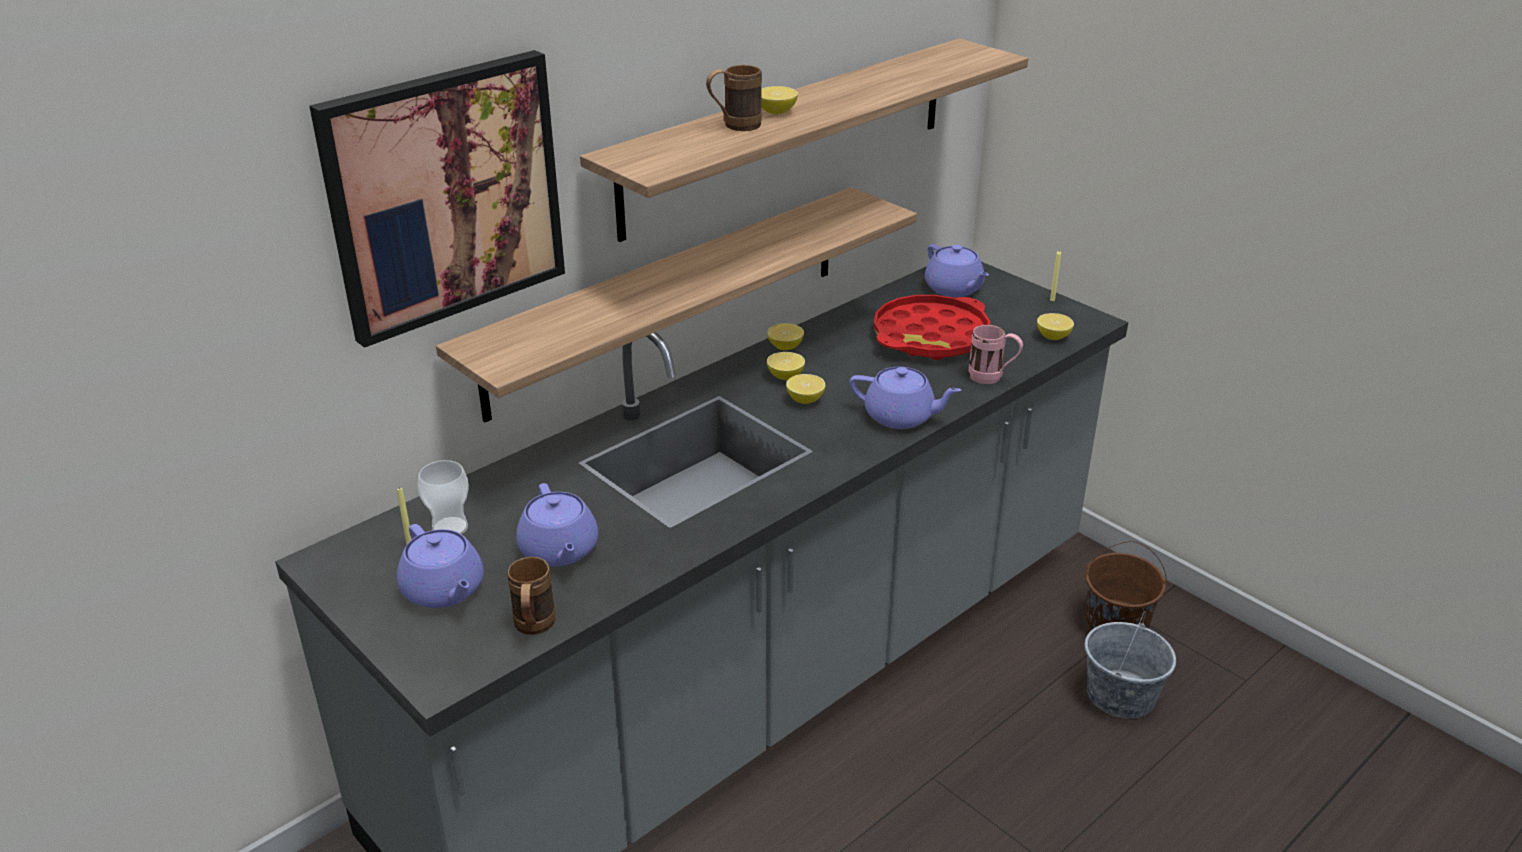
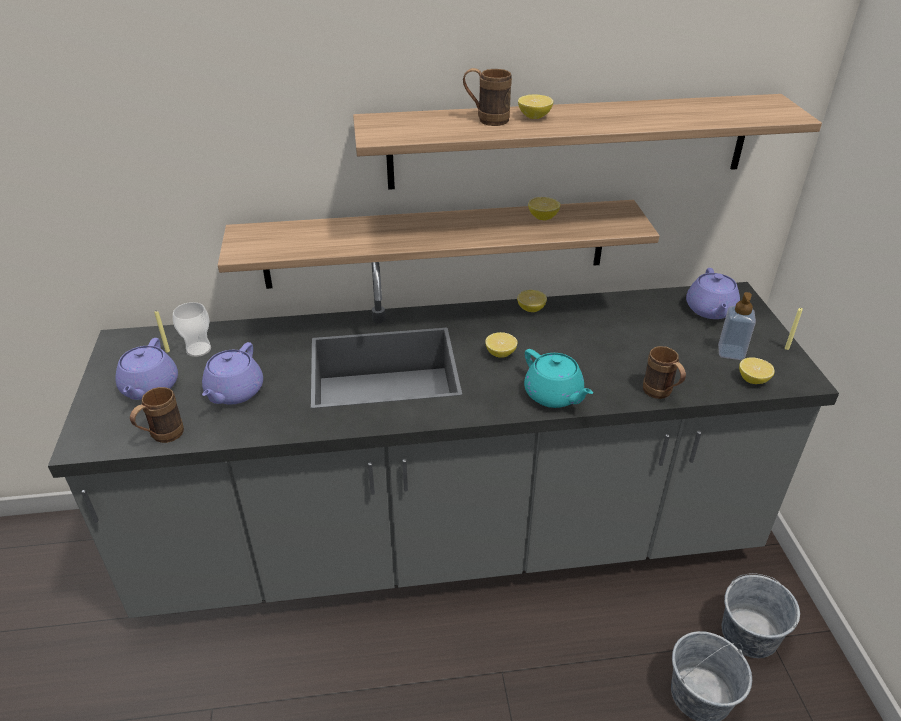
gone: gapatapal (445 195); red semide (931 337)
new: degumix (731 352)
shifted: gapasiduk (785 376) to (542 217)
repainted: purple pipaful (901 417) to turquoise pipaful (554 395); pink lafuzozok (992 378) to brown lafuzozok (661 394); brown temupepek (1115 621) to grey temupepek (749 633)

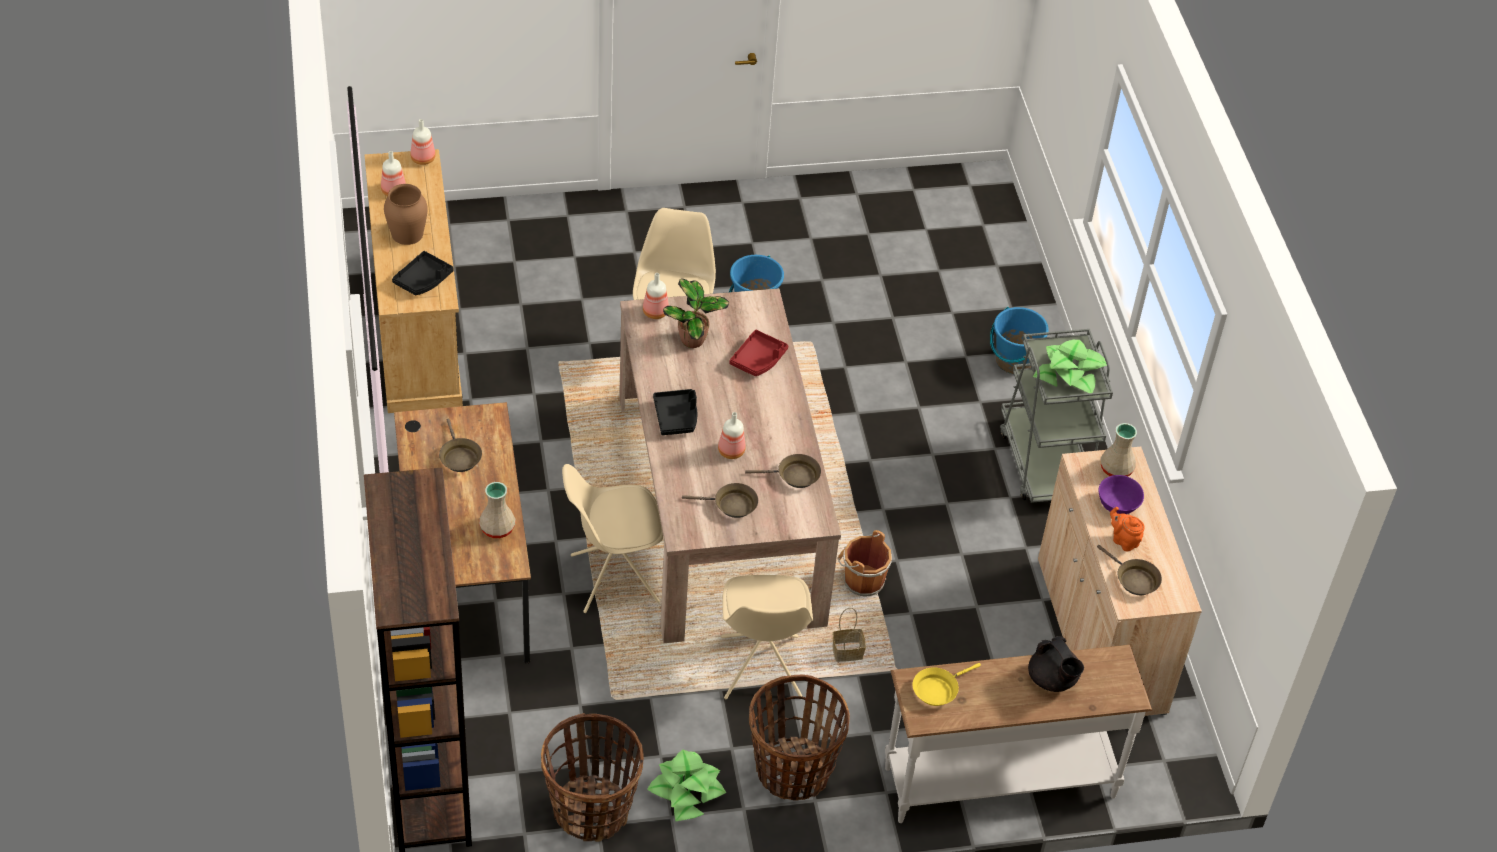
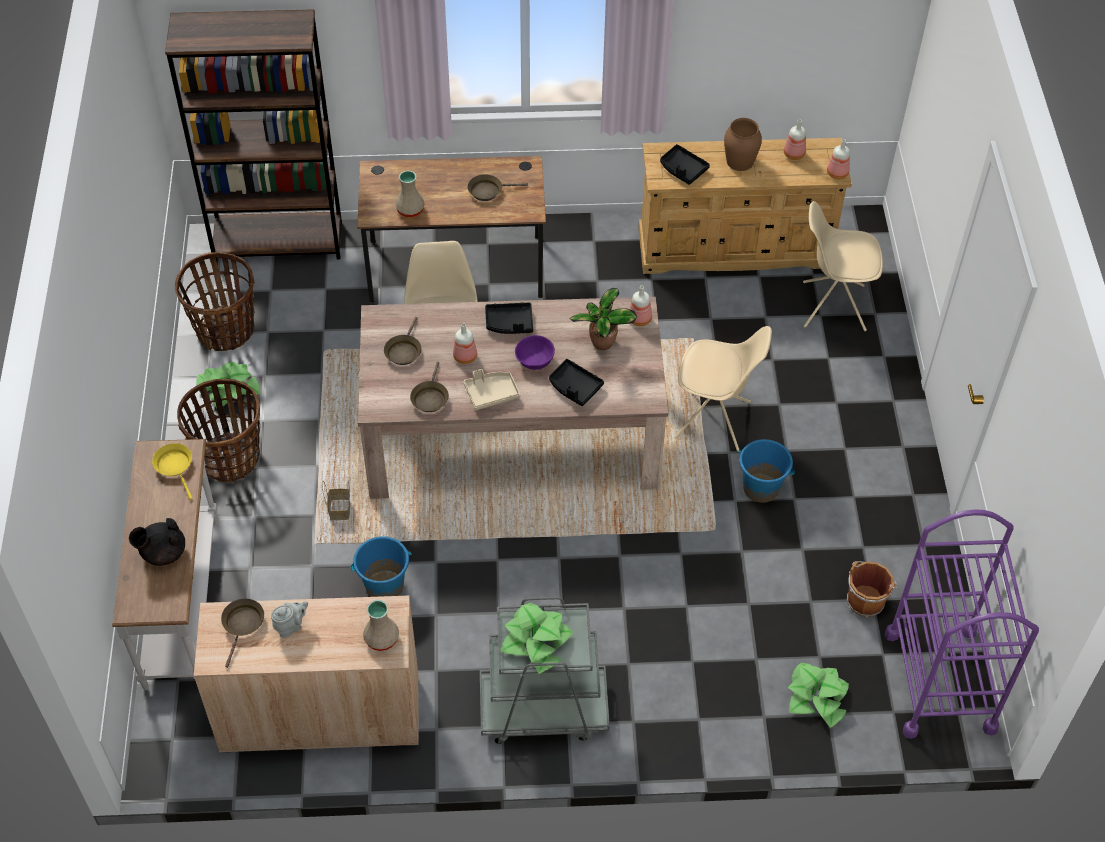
new: beige semide (491 393); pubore (817 697); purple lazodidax (940 681)
shifted: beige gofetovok (761 669) to (832 306); brown temupepek (861 581) to (866 600); blue temupepek (1013 361) to (384 586); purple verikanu (1118 504) to (534 360)
repainted: red semide (758 359) to black semide (574 387); orange pipaful (1123 540) to grey pipaful (291 626)
rotated: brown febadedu (1134 579) = (243 625) 135 degrees clockwise

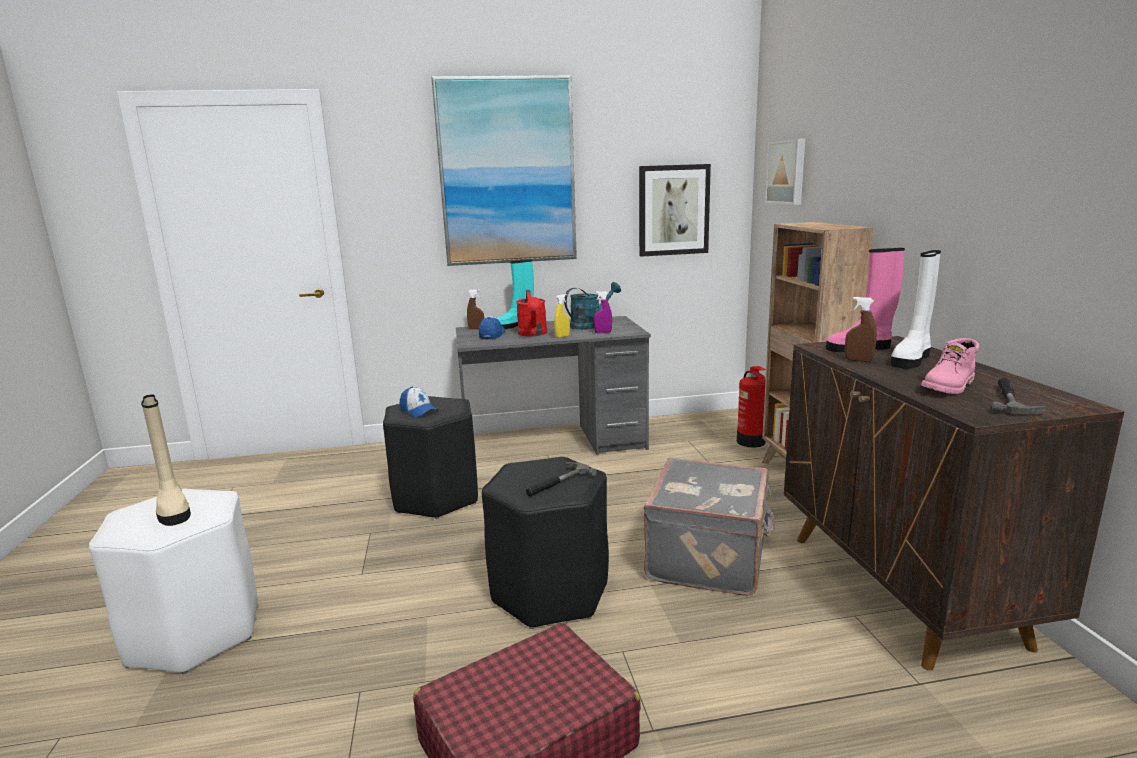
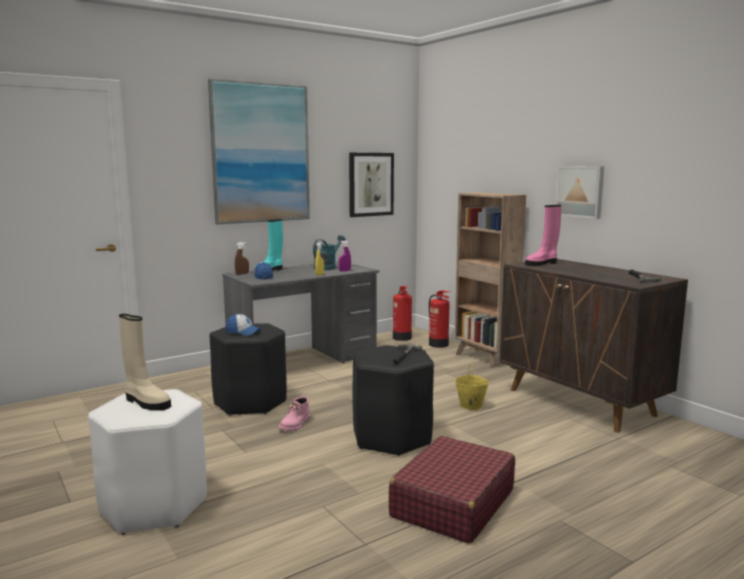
gone: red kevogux (533 334); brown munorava (858 360); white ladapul (911 359)
new: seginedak (402 338)
shifted: gapatapal (787 172) to (580 191); pink ladapul (949 387) to (295 425)
swapped: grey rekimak (710 558) to yellow temupepek (470 406)

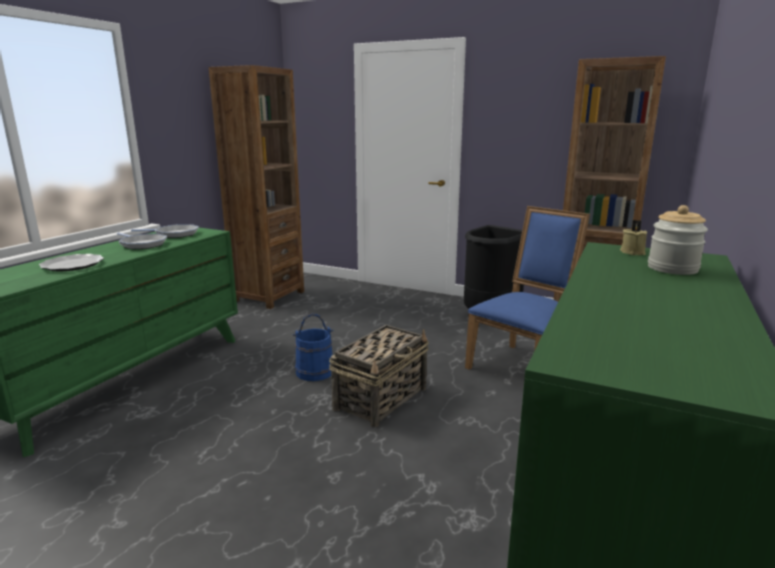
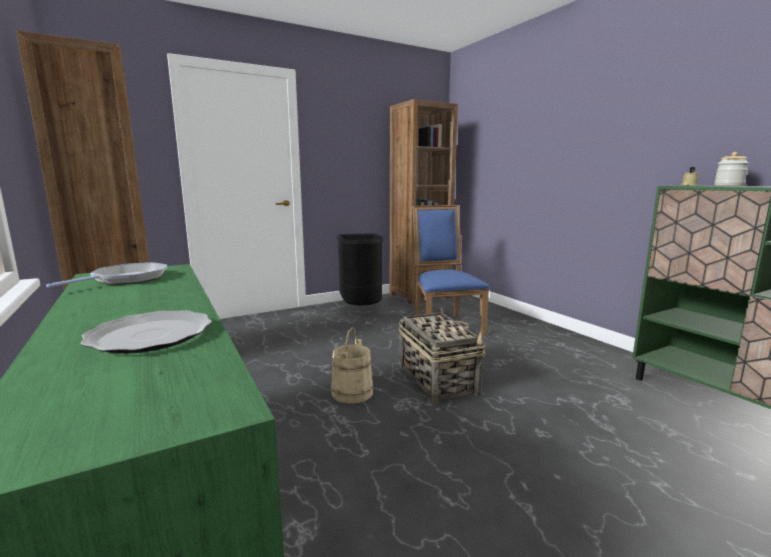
gone: febadedu (142 244)
repainted: blue temupepek (314 371) to beige temupepek (352 392)

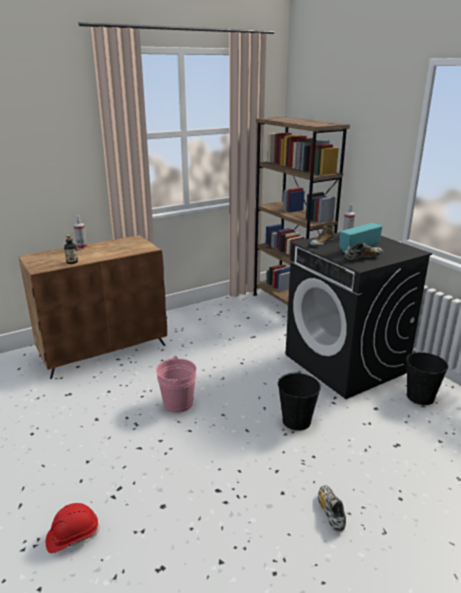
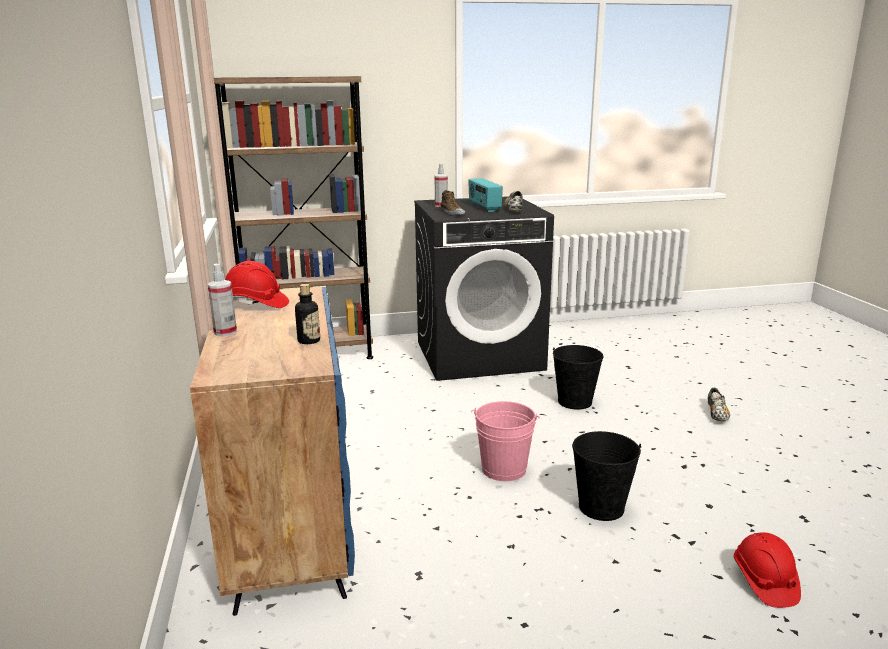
new: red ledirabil (256 304)
shifted: black temupepek (420 396) to (601 507)
repainted: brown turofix (104 350) to blue turofix (290 523)
rotated: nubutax (330 512) = (717 414) 90 degrees counterclockwise

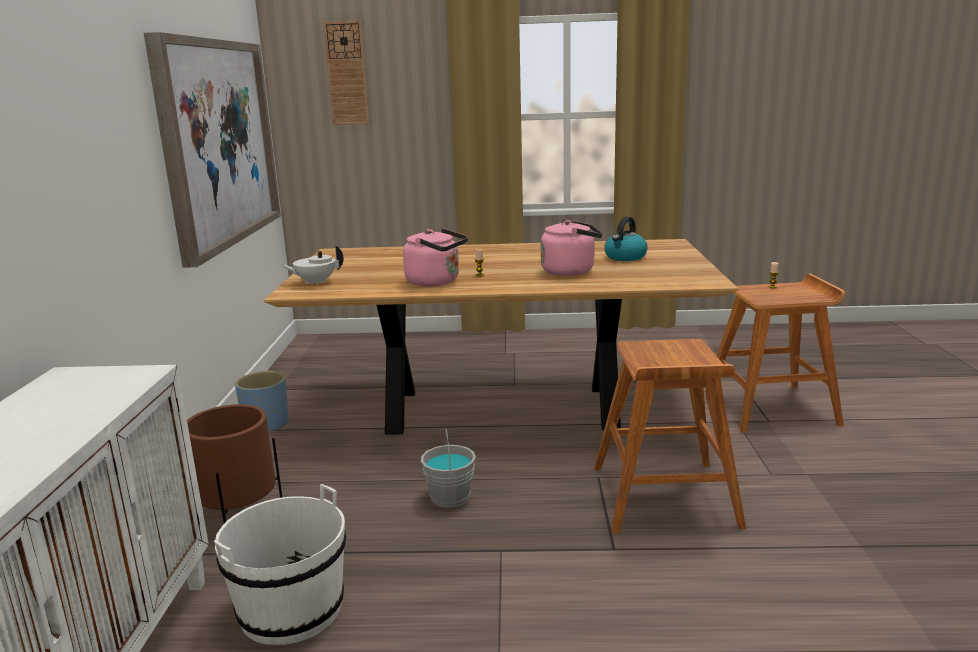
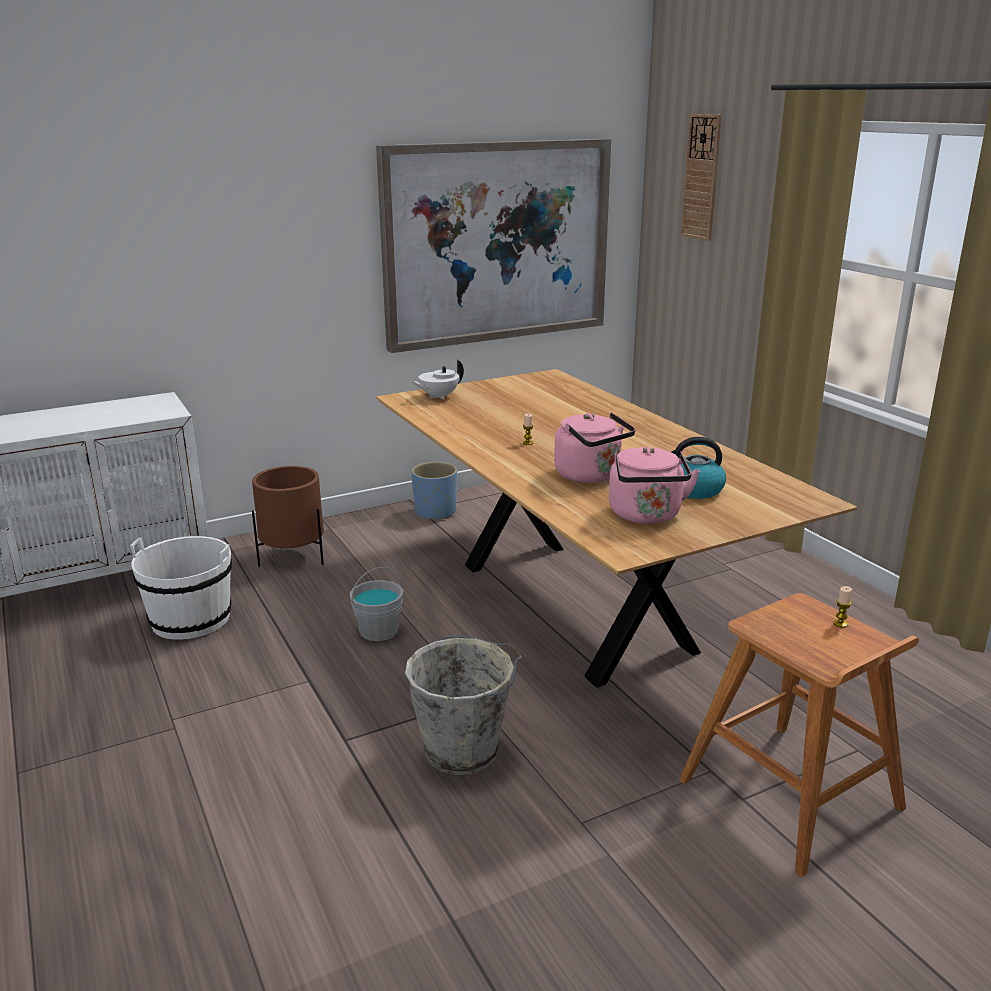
shifted: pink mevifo (436 282) to (646 516)
swapped: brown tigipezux (664 497) to grey temupepek (464 750)
rotated: white pipaful (315 282) = (438 397) 75 degrees counterclockwise

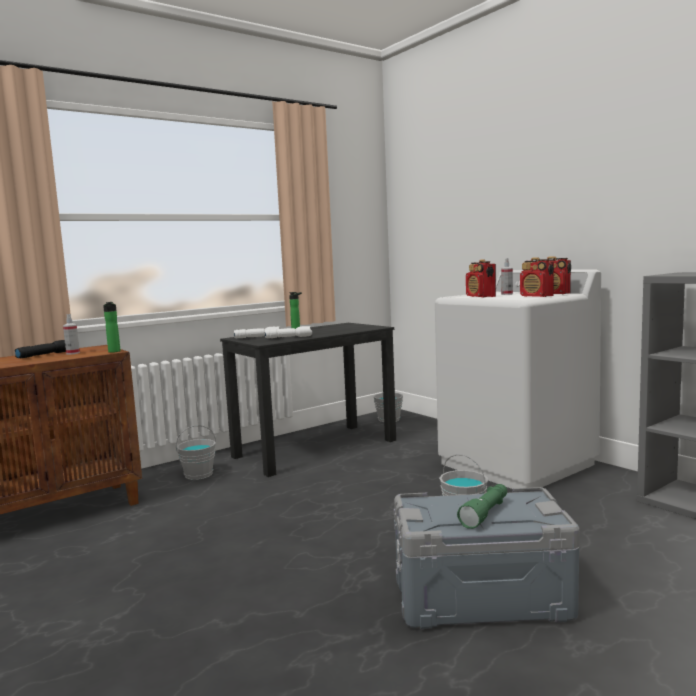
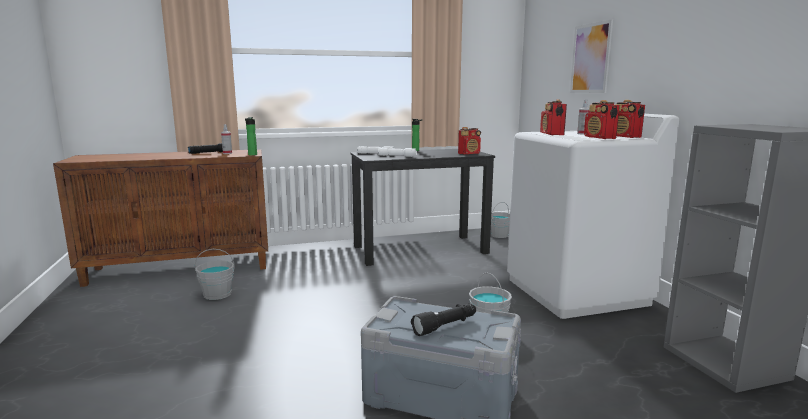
new: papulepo (469 153); gapatapal (590 58)
shifted: grey temupepek (198 474) to (217 294)
repainted: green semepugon (486 513) to black semepugon (445 326)

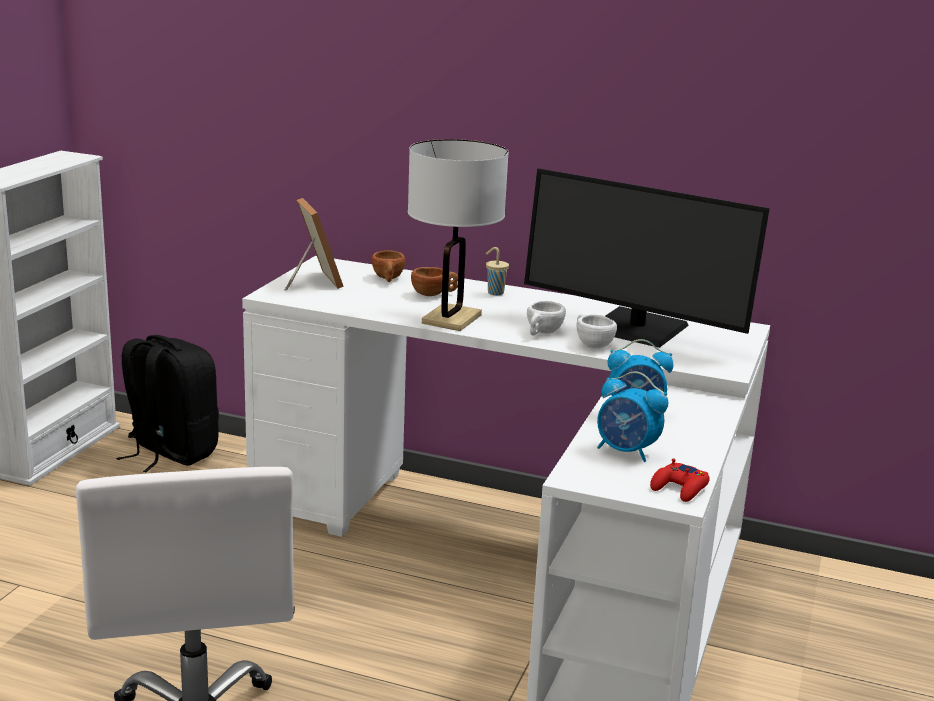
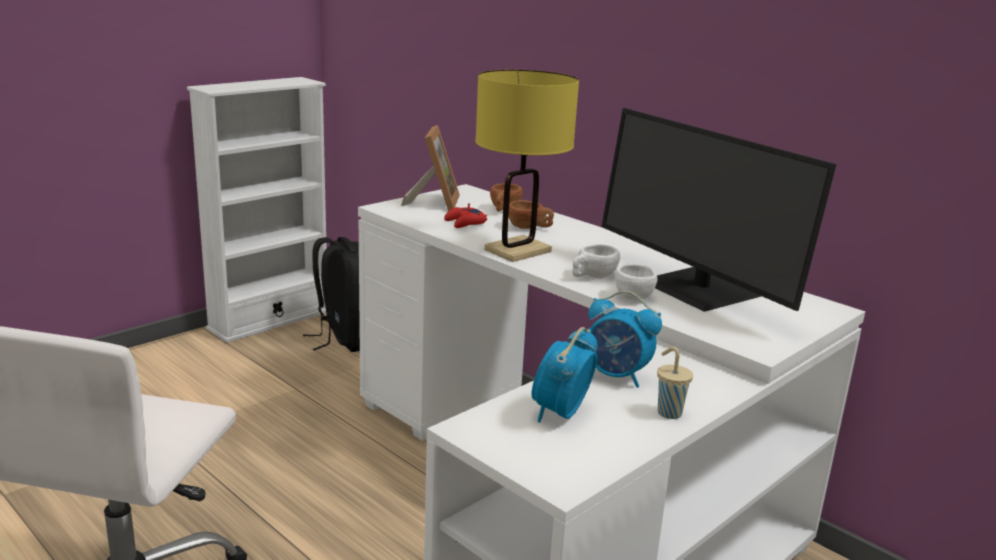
shifted: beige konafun (494 293) to (668 412); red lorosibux (680 488) to (465 223)
repainted: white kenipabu (451 319) to yellow kenipabu (518 251)
rotated: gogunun (626 452) = (560 413) 60 degrees clockwise

